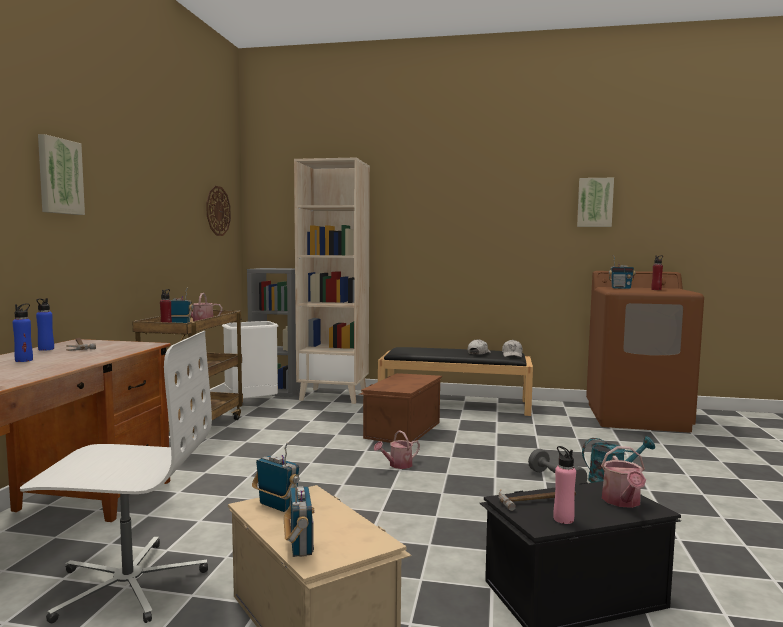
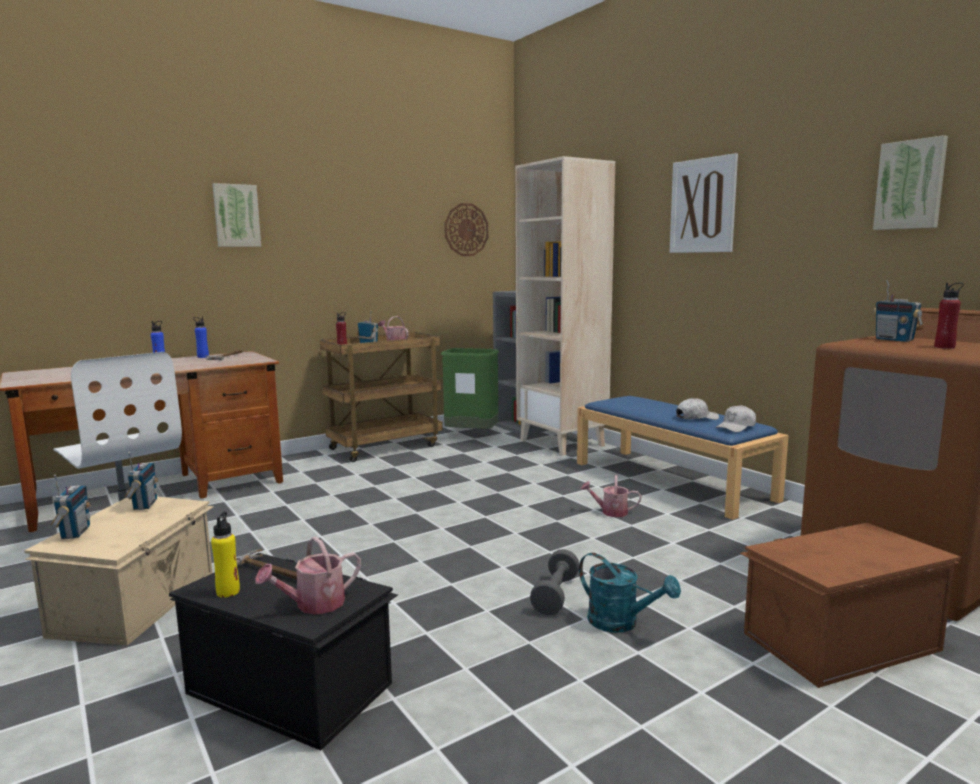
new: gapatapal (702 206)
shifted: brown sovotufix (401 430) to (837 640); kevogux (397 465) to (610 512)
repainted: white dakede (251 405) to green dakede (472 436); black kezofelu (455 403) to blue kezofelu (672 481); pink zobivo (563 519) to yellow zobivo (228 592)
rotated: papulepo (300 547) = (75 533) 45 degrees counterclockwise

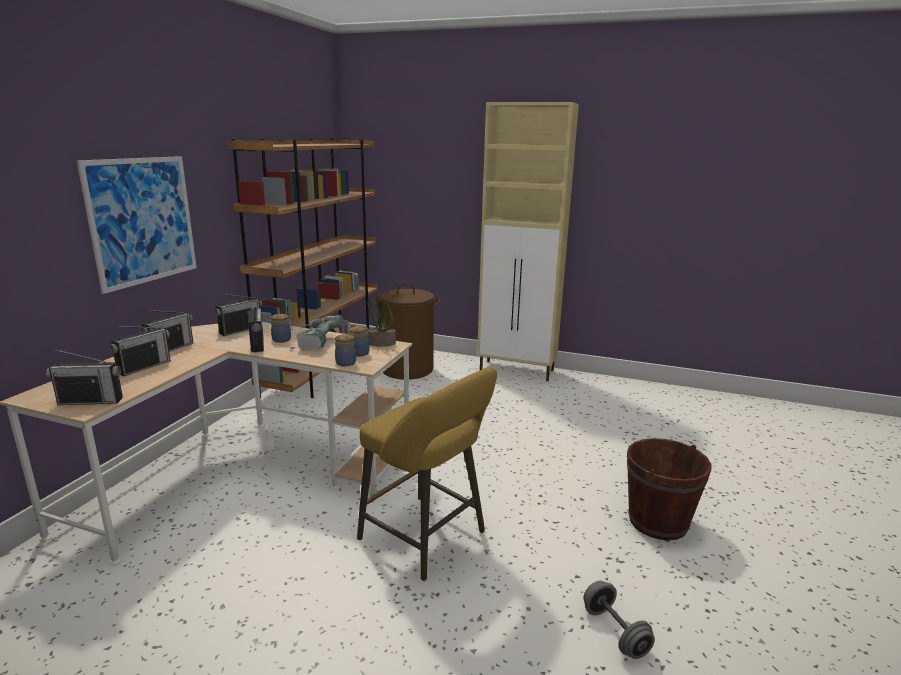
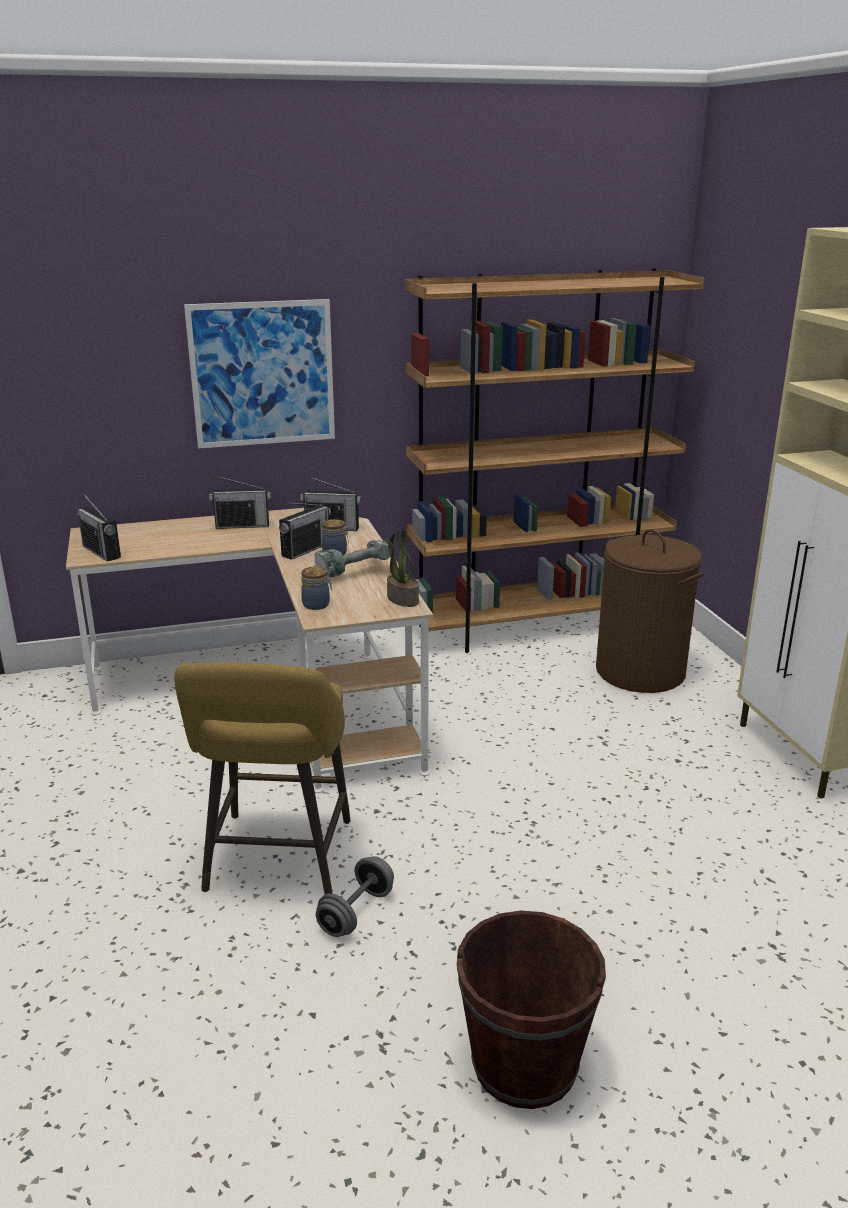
gone: papulepo (144 367); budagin (358 353)
shifted: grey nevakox (615 632) to (356 912)

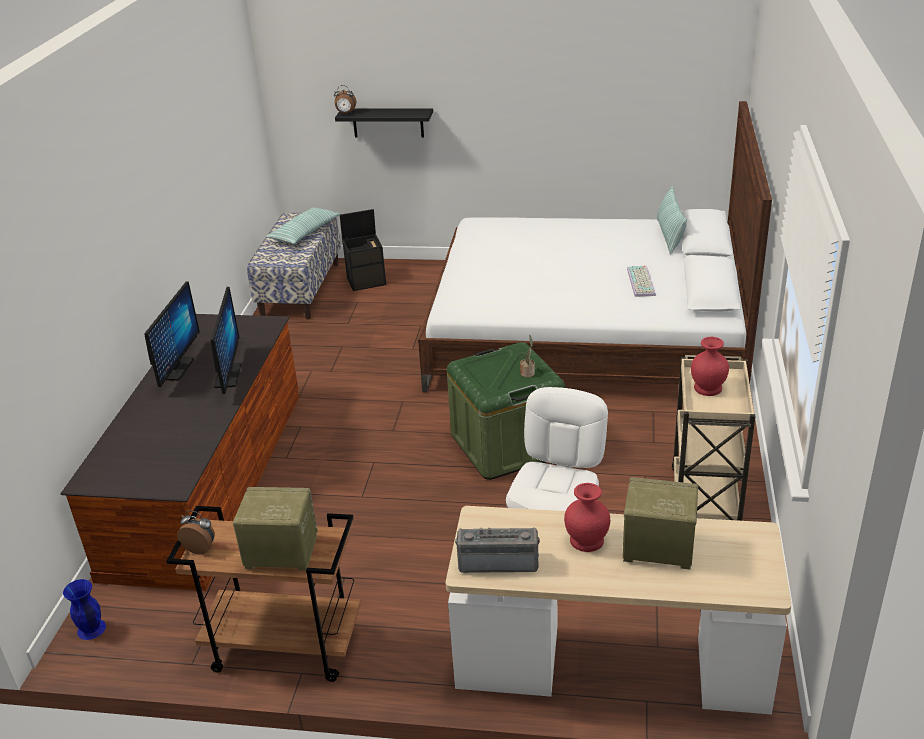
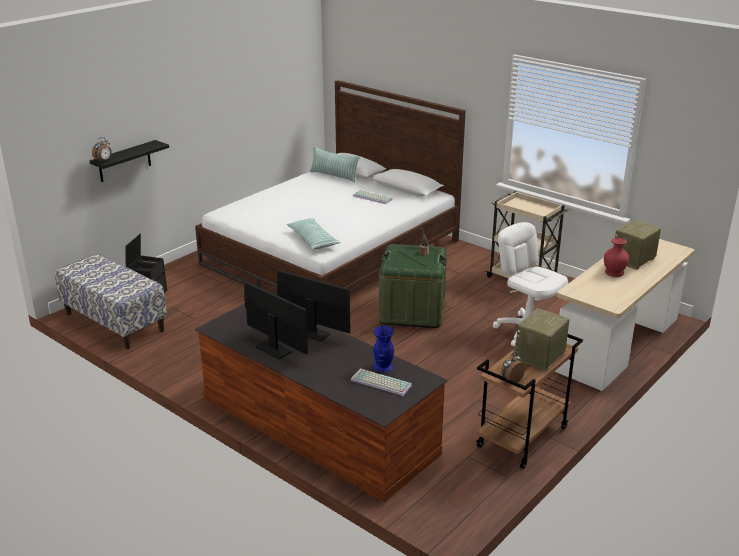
gone: papulepo (498 561); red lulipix (707 388)
new: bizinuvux (379 383)
shifted: blue lulipix (91 629) to (383 366); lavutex (304 233) to (313 240)

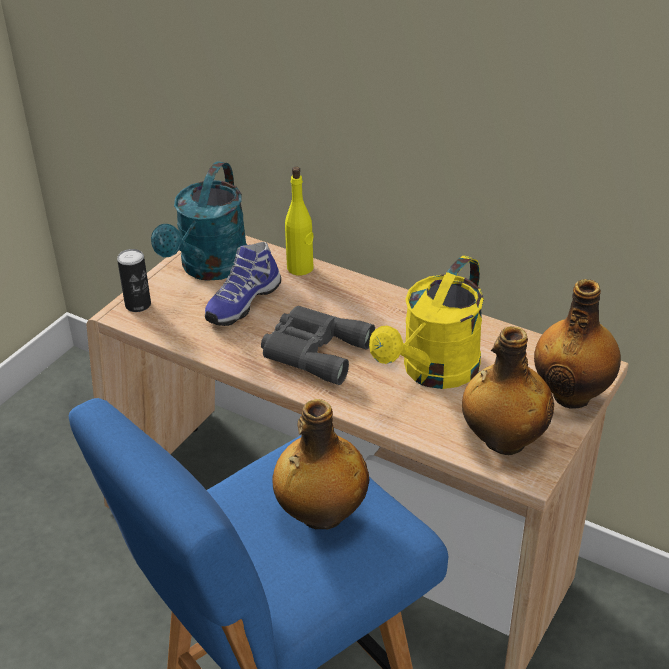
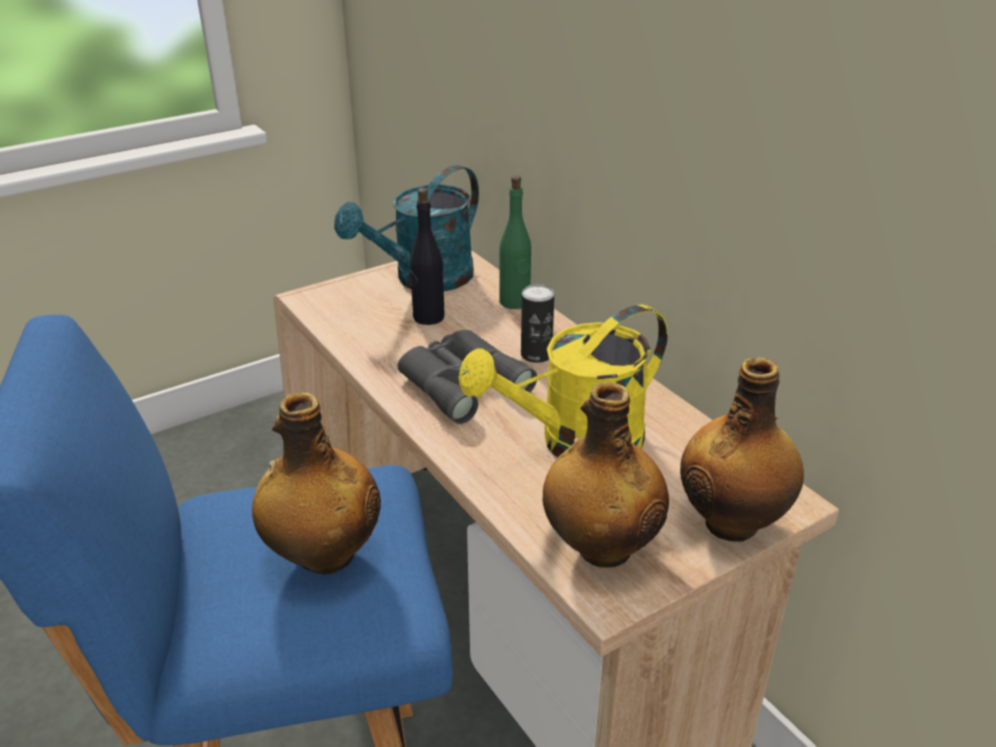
shifted: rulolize (138 305) to (536 355)
swapped: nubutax (242 302) to black zobivo (428 317)
repainted: yellow zobivo (300 268) to green zobivo (515 302)

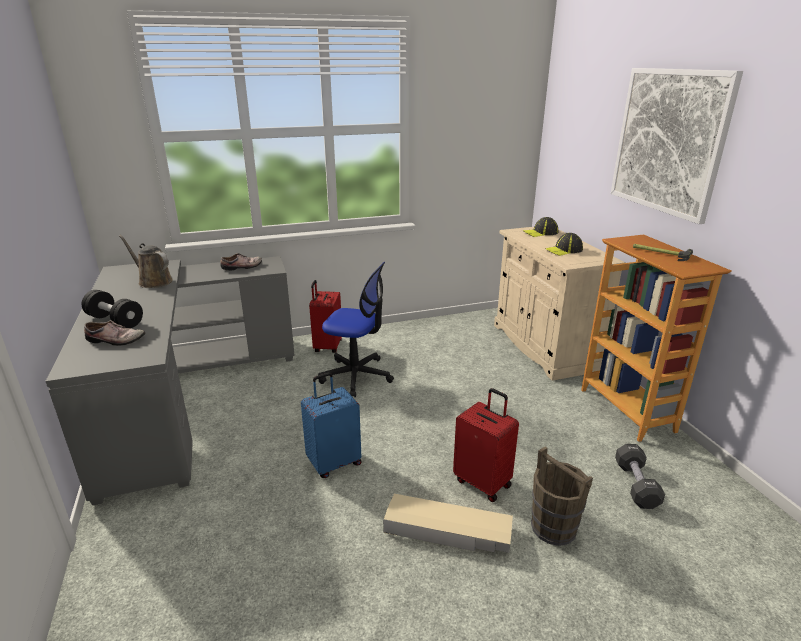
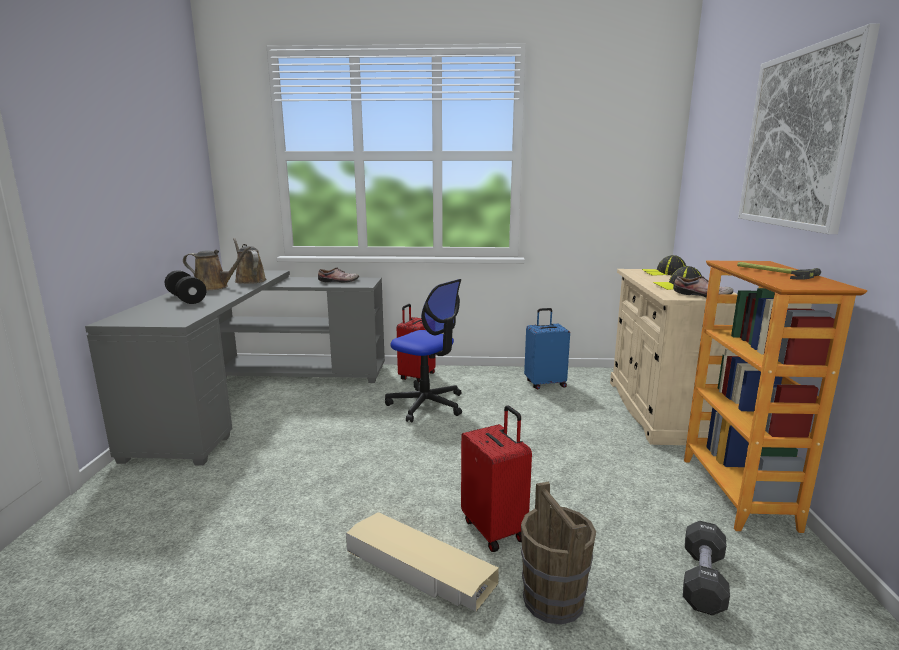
new: brown kevogux (214 287)
shifted: nubutax (115 340) to (702 295); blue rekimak (334 462) to (545 384)

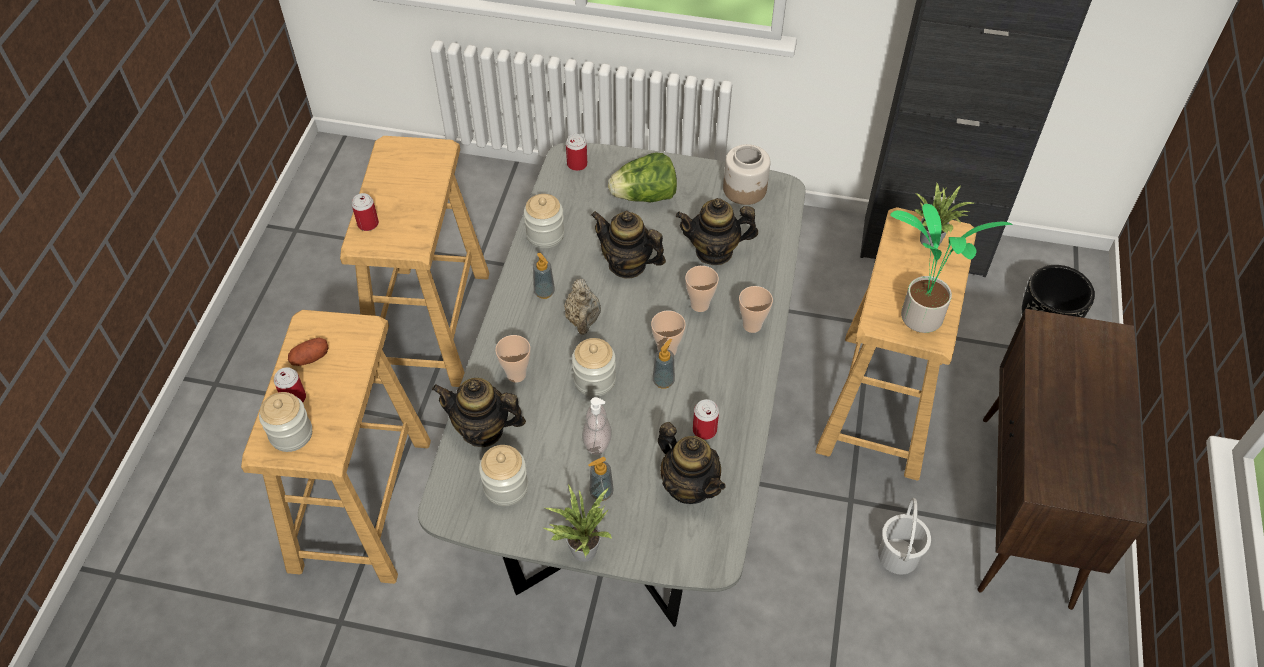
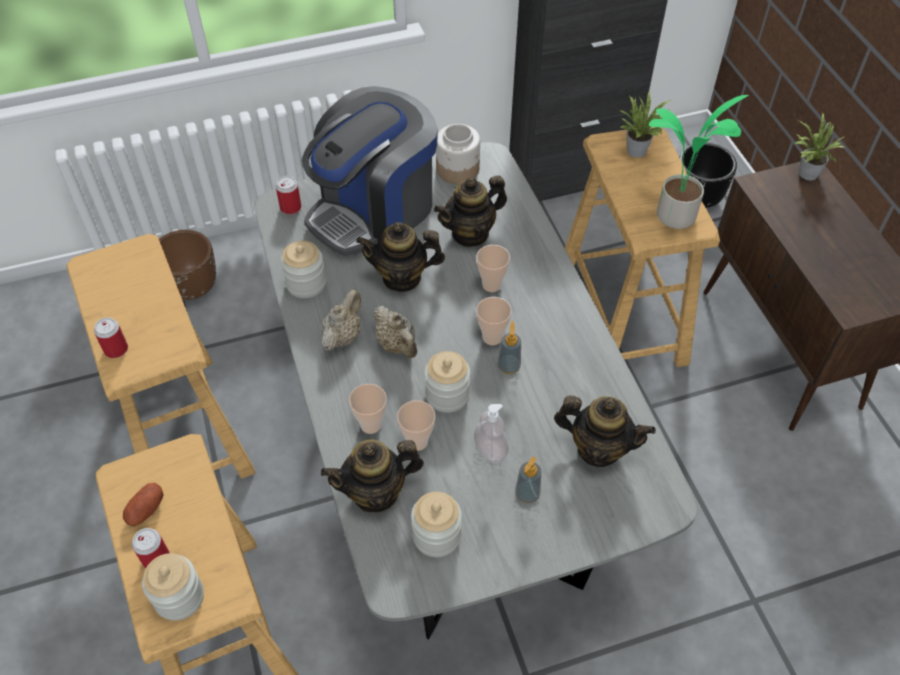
gone: rulolize (704 430); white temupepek (897 556)
new: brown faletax (192 287)
shifted: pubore (581 548) to (805 173); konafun (752 325) to (417 441)
swapped: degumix (544 292) to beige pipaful (343 336); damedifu (644 196) to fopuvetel (374 211)

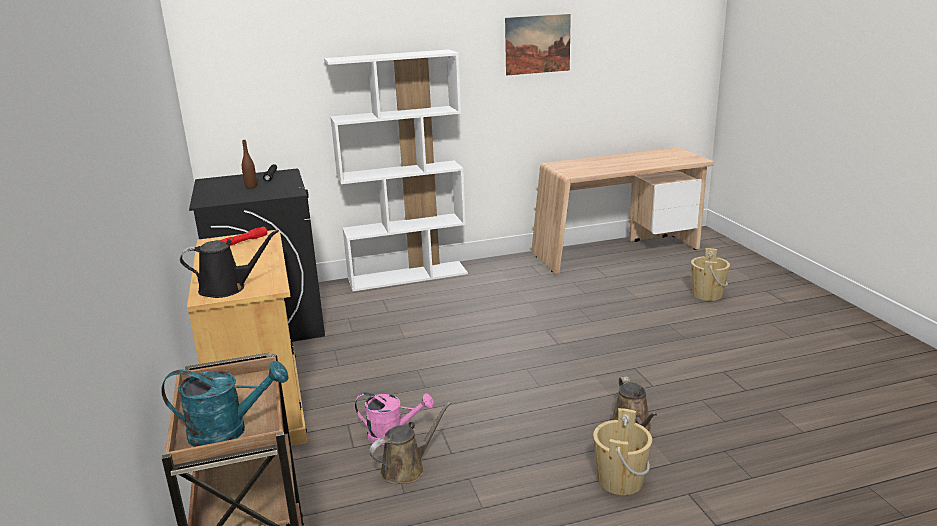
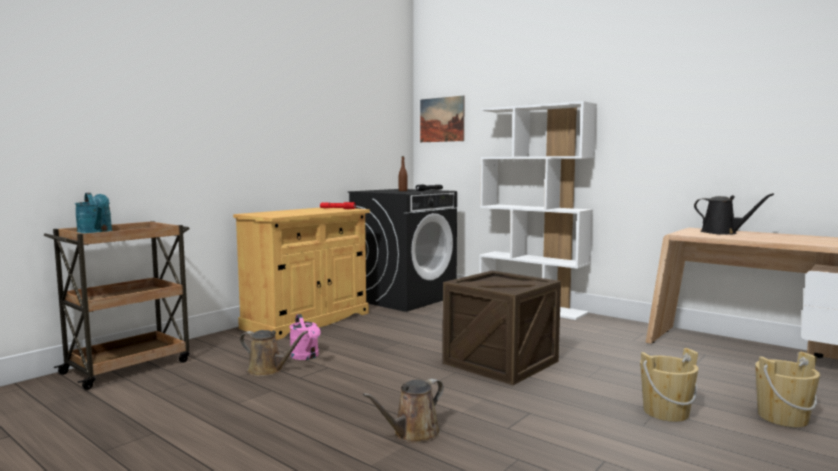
new: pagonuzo (500 362)
shifted: black kevogux (227 288) to (722 233); gapatapal (537 44) to (442 119); beige temupepek (620 480) to (665 412)

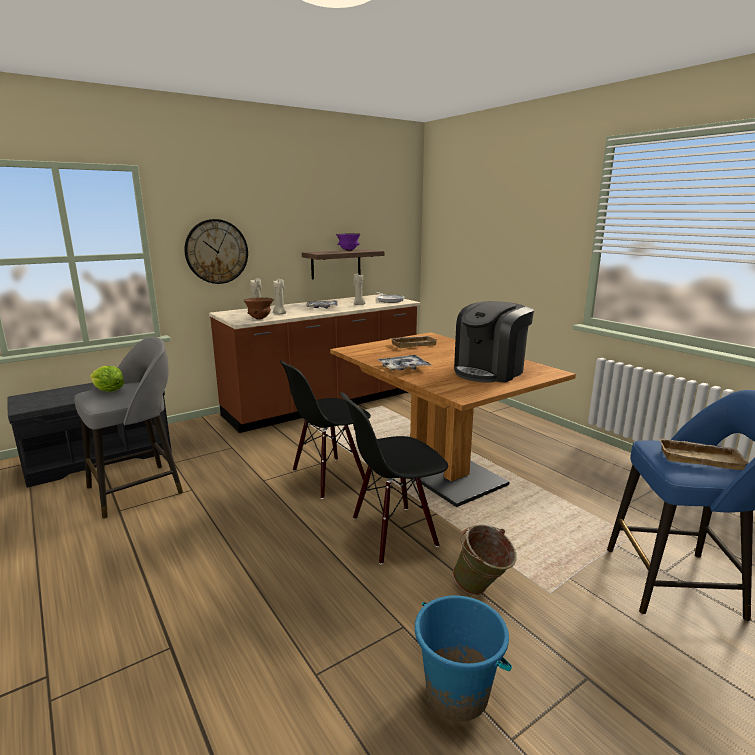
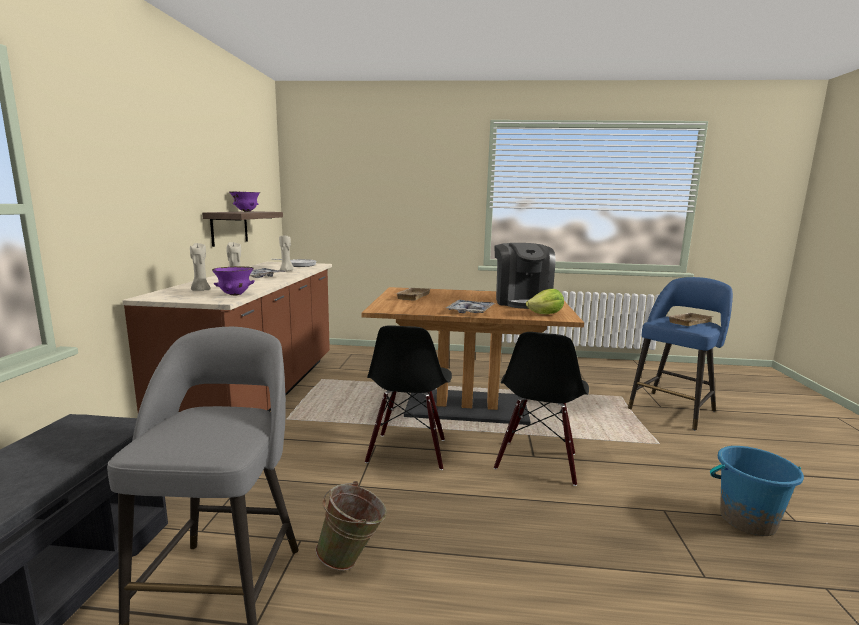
gone: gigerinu (216 251)
shifted: damedifu (108 391) to (545 314); green temupepek (482 590) to (353 559)
repainted: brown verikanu (260 319) to purple verikanu (235 294)

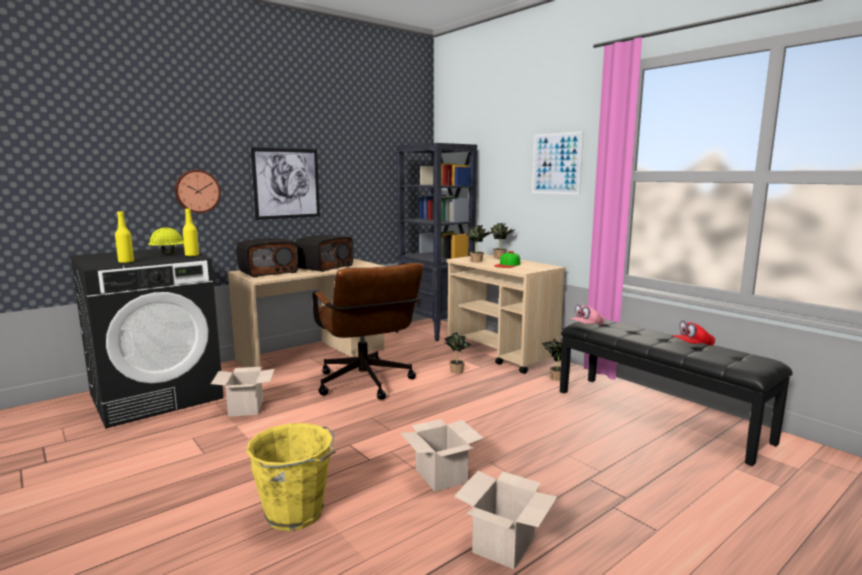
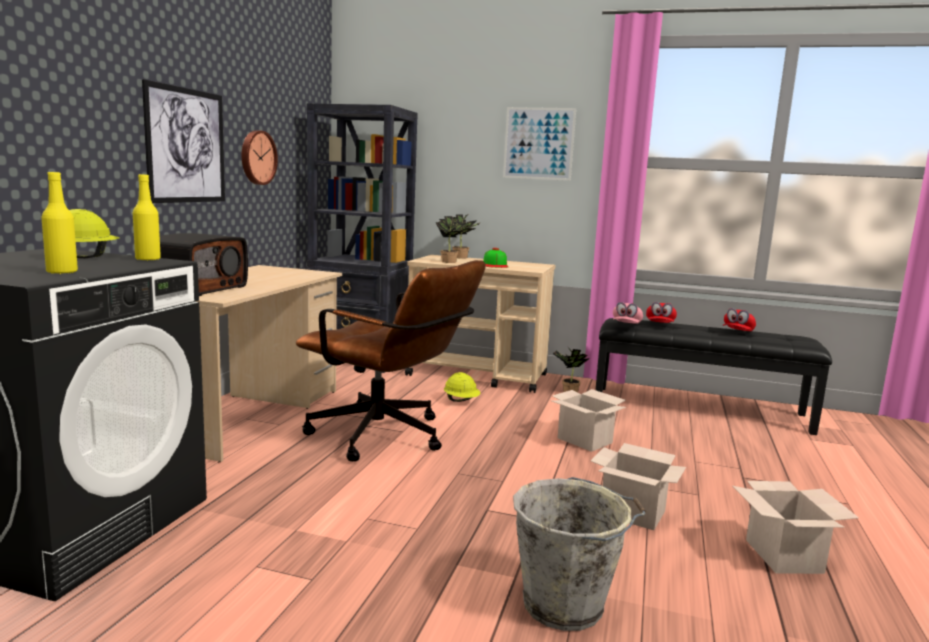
gone: papulepo (325 267)
new: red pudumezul (660 325)
shifted: gigerinu (197 191) to (257 157); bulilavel (246 408) to (586 440)
swapped: pubore (456 370) to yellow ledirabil (461 401)
repainted: yellow temupepek (296 514) to grey temupepek (566 605)

